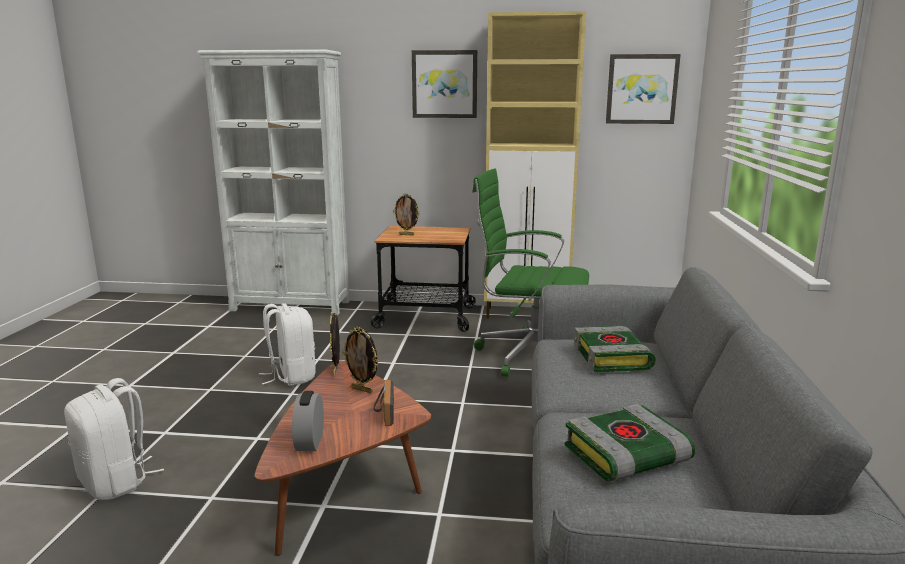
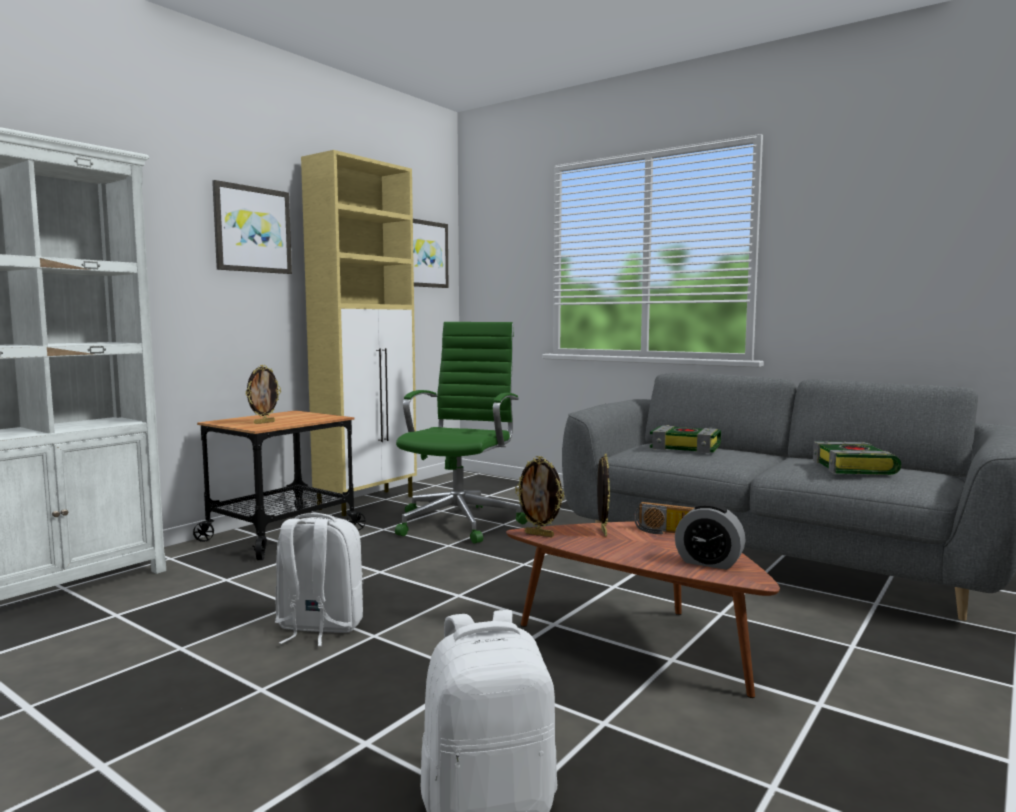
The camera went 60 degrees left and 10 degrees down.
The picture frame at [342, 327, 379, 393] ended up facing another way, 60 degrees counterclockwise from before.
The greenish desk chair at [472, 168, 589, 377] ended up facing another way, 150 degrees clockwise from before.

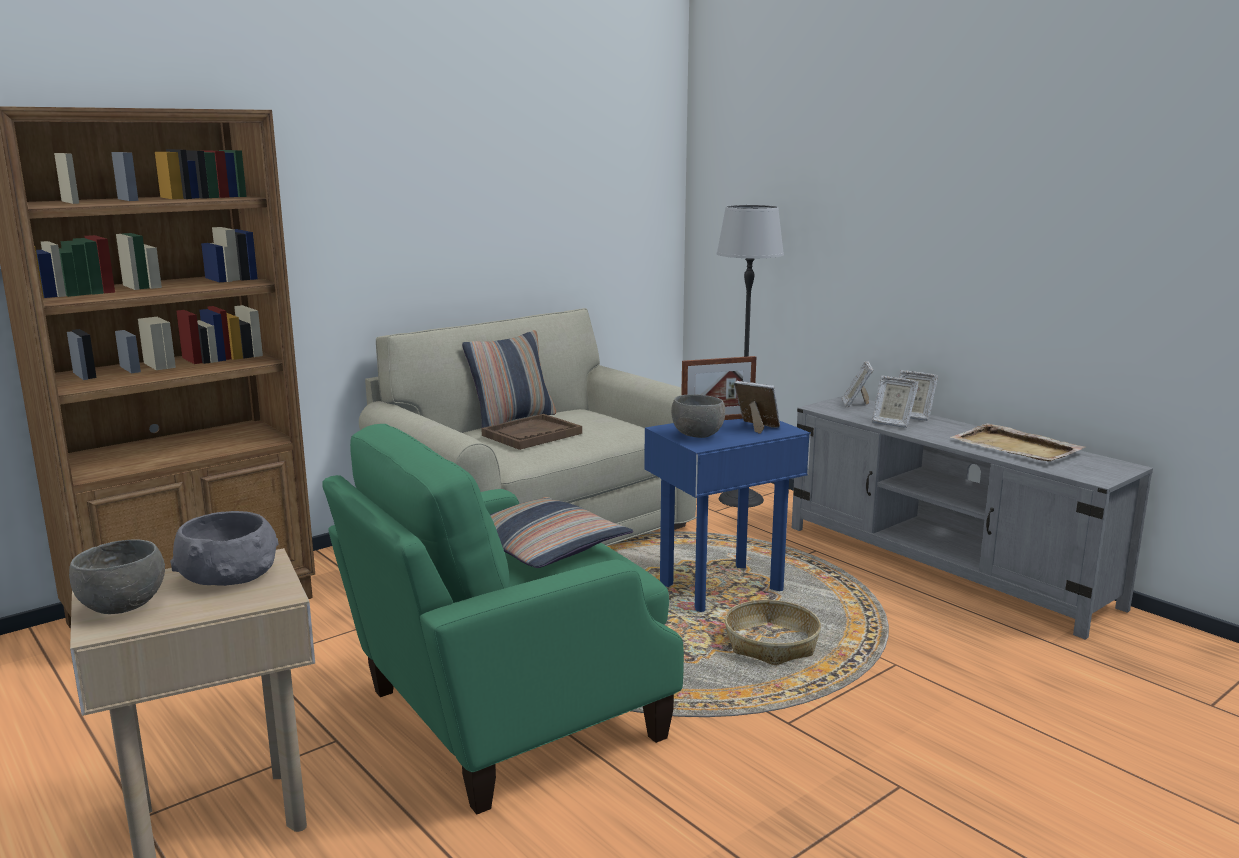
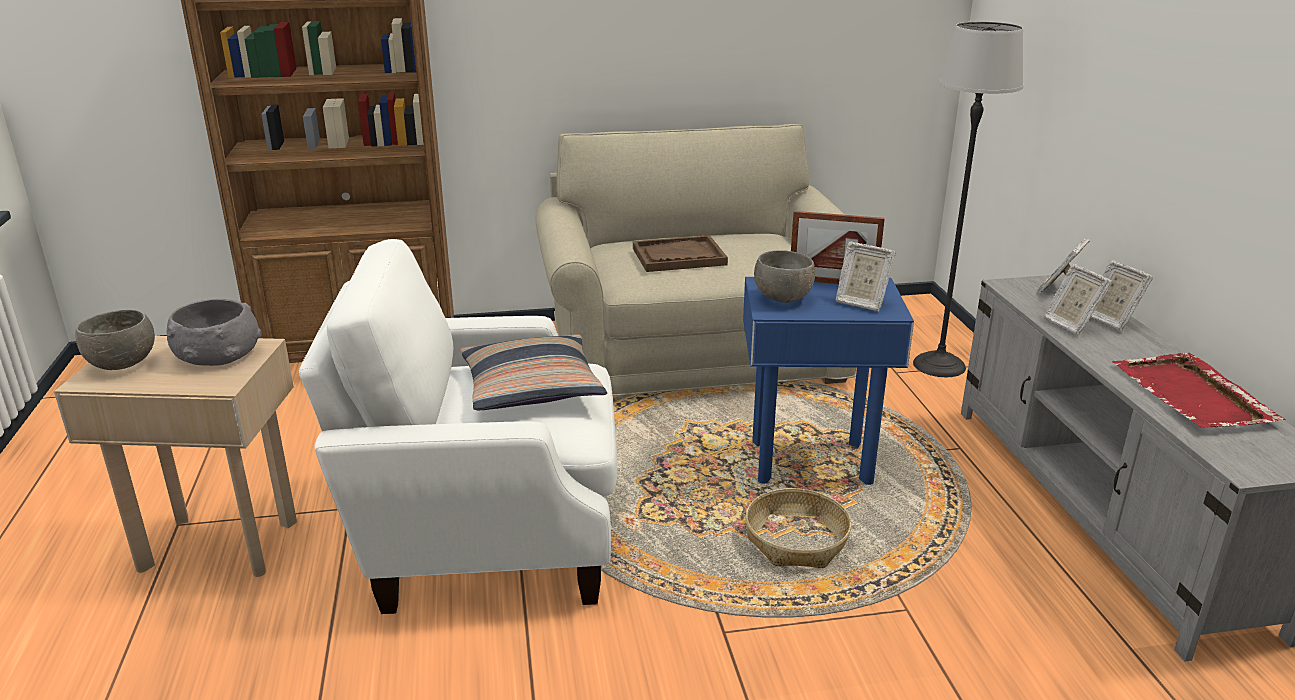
The camera went 30 degrees right and 10 degrees up.
The second view lost the cushion at [462, 330, 556, 428].
What was the greenish lounge chair at [322, 424, 684, 815] turned into the whitish lounge chair at [299, 239, 617, 614].
What was the beige-coloured serving tray at [950, 423, 1085, 462] turned into the red serving tray at [1112, 353, 1286, 428].
The picture frame at [734, 381, 780, 434] ended up facing another way, 150 degrees clockwise from before.

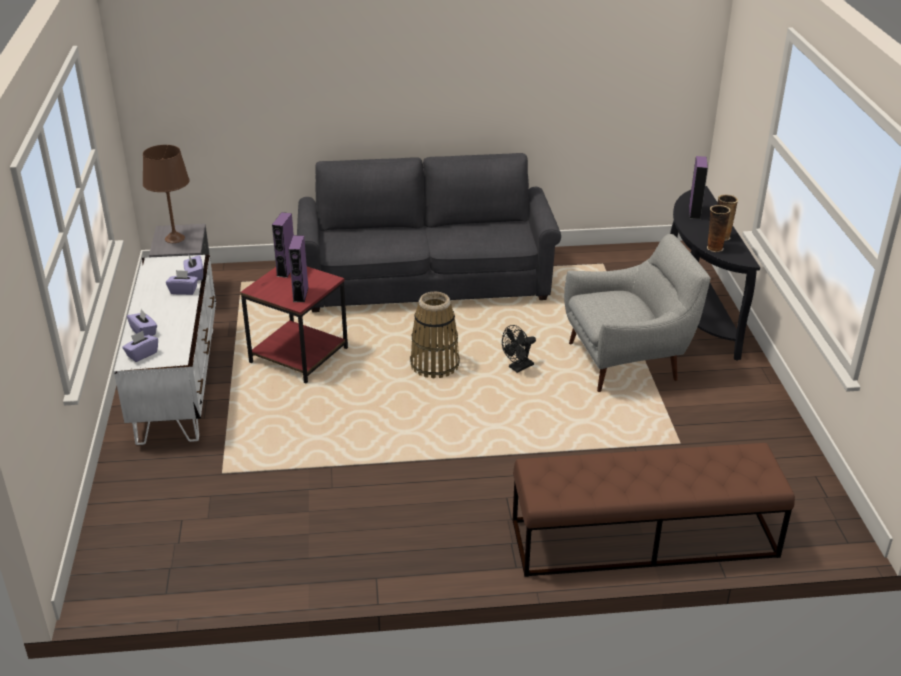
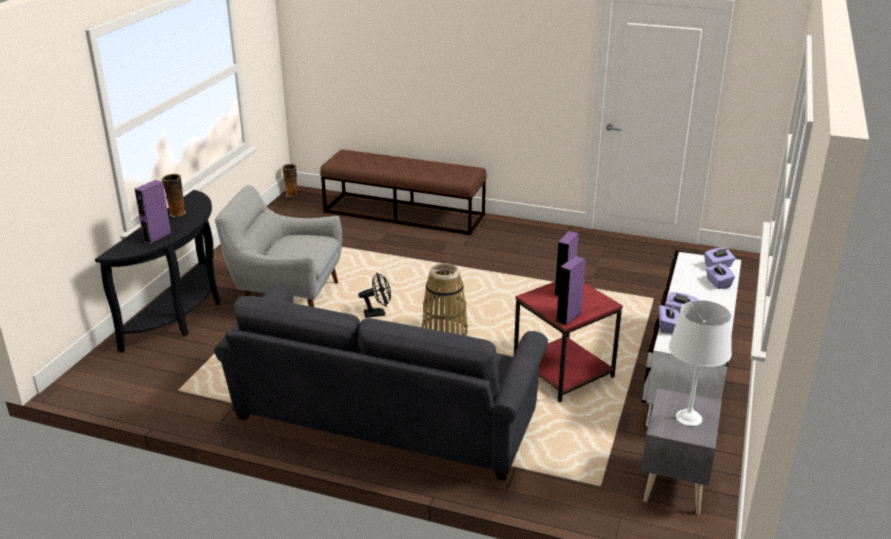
The camera went 155 degrees left and 5 degrees down.
The decorative vase ended up elsewhere, having gone from [707, 205, 730, 252] to [282, 164, 297, 197].
What was the brown-coloured lamp for a table at [143, 145, 189, 243] turned into the whitish lamp for a table at [669, 300, 732, 426].

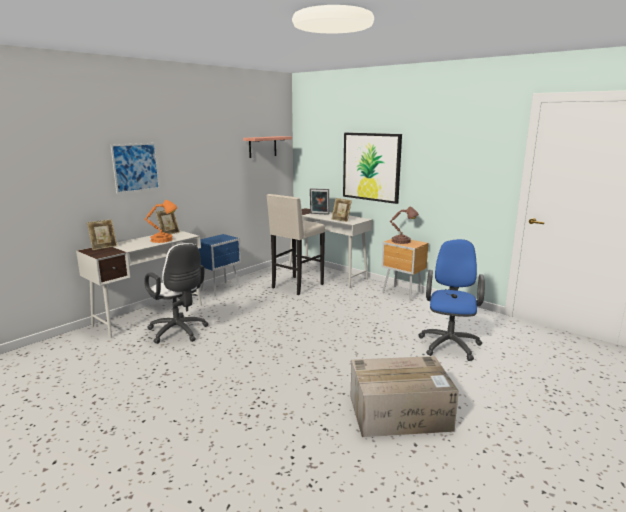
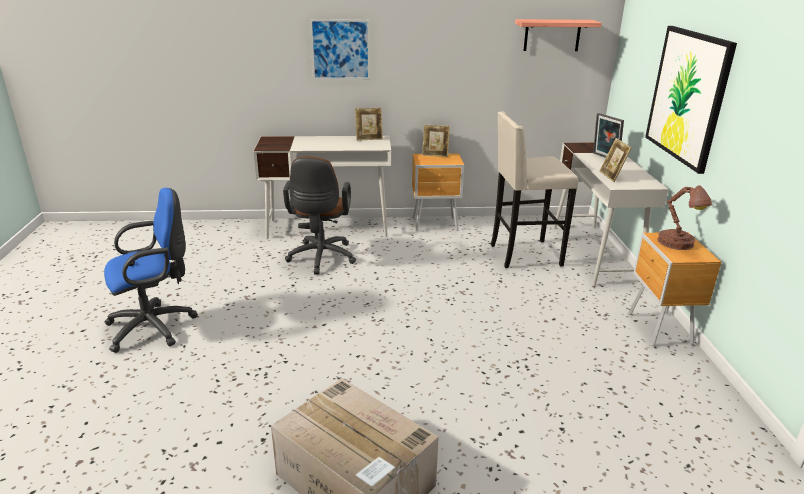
The camera went 45 degrees right and 10 degrees up.
The second view lost the orange lamp for a table at [144, 200, 177, 243].
The picture frame ended up elsewhere, having gone from [87, 219, 117, 250] to [422, 125, 450, 157].
The bluish desk chair ended up elsewhere, having gone from [418, 239, 485, 361] to [104, 188, 198, 353].
What was the whitish desk chair at [144, 243, 208, 344] turned into the brown-coloured desk chair at [283, 156, 356, 274].
What was the bluish nightstand at [199, 234, 241, 296] turned into the brown-coloured nightstand at [412, 154, 464, 231].

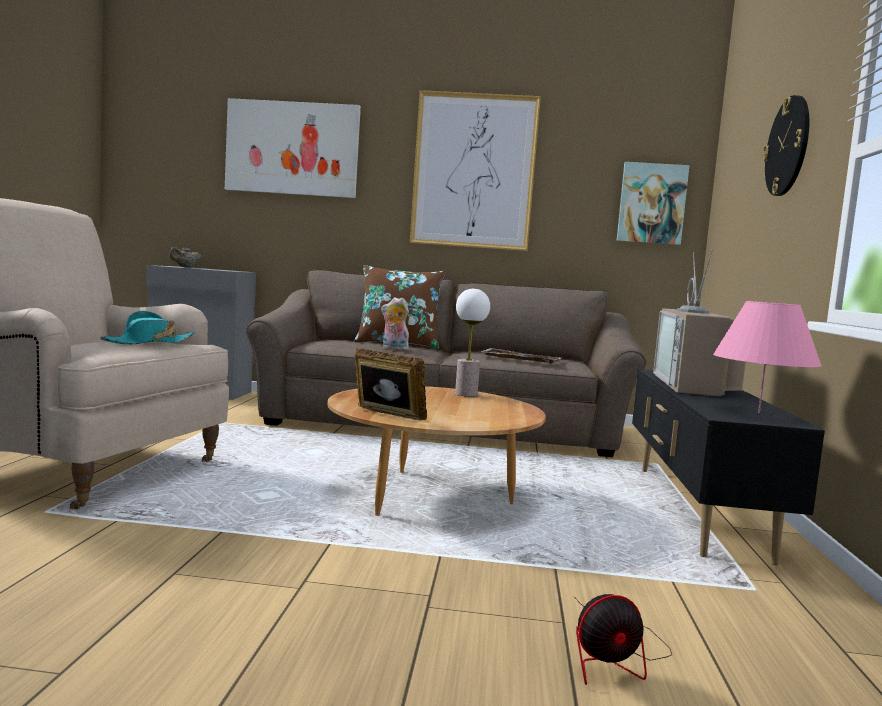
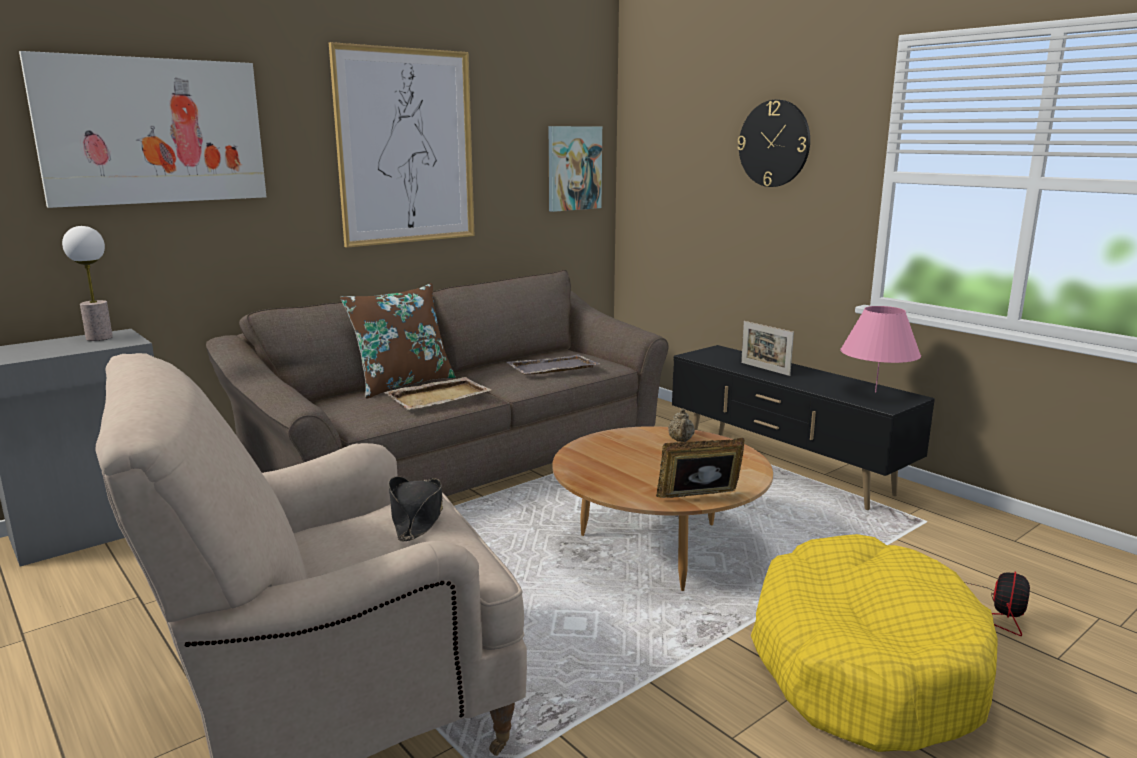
The camera went 45 degrees left and 10 degrees up.
The second view gained the yellow-coloured dog bed at [751, 534, 998, 752].
The beige-coloured tea pot ended up elsewhere, having gone from [169, 245, 201, 268] to [668, 409, 695, 442].
The lamp for a table ended up elsewhere, having gone from [455, 289, 490, 397] to [62, 226, 113, 341].
Where the cuddly toy stood at [381, 297, 409, 350], the beige-coloured serving tray came to stand at [384, 377, 491, 410].
Where the TV set stood at [653, 249, 746, 396], the picture frame came to stand at [741, 321, 794, 376].
What was the turquoise-coloured clothing hat at [100, 311, 195, 344] turned into the black-coloured clothing hat at [388, 476, 443, 541].

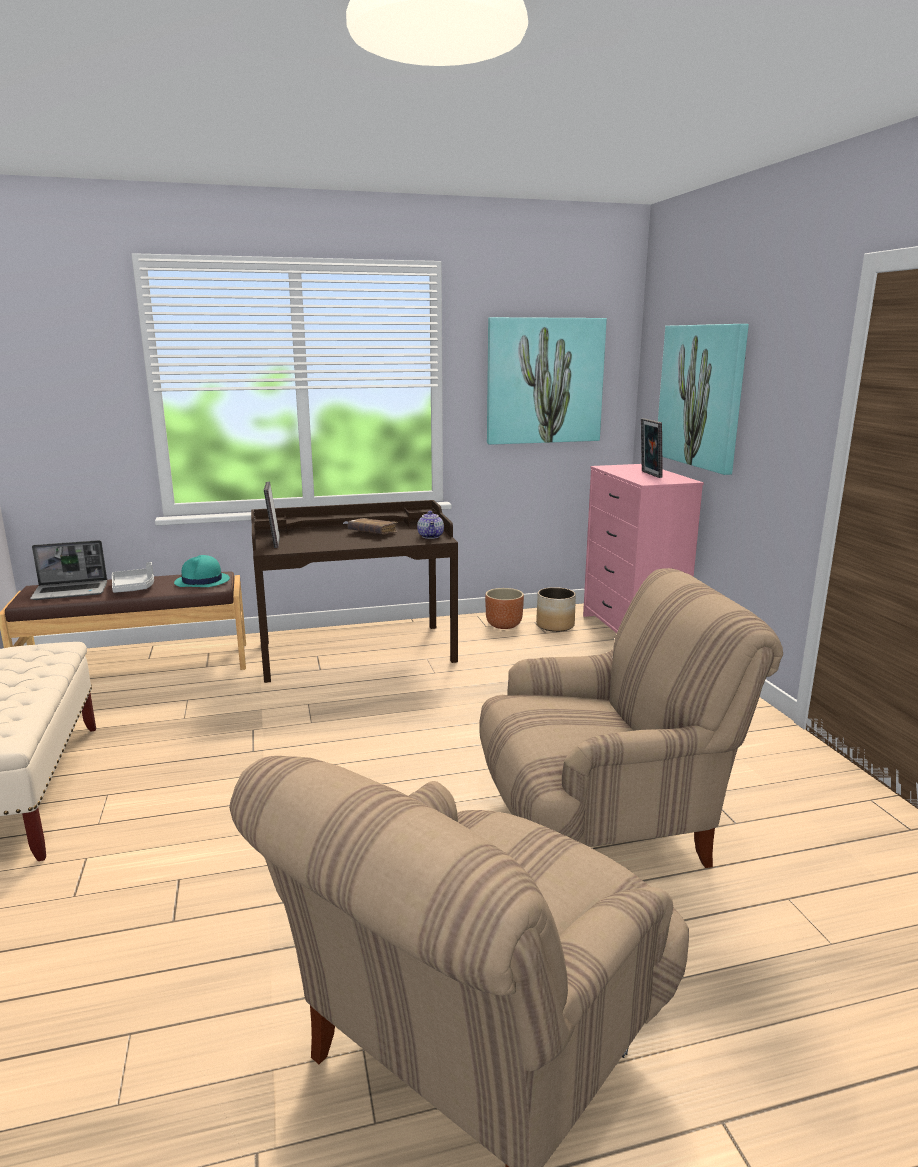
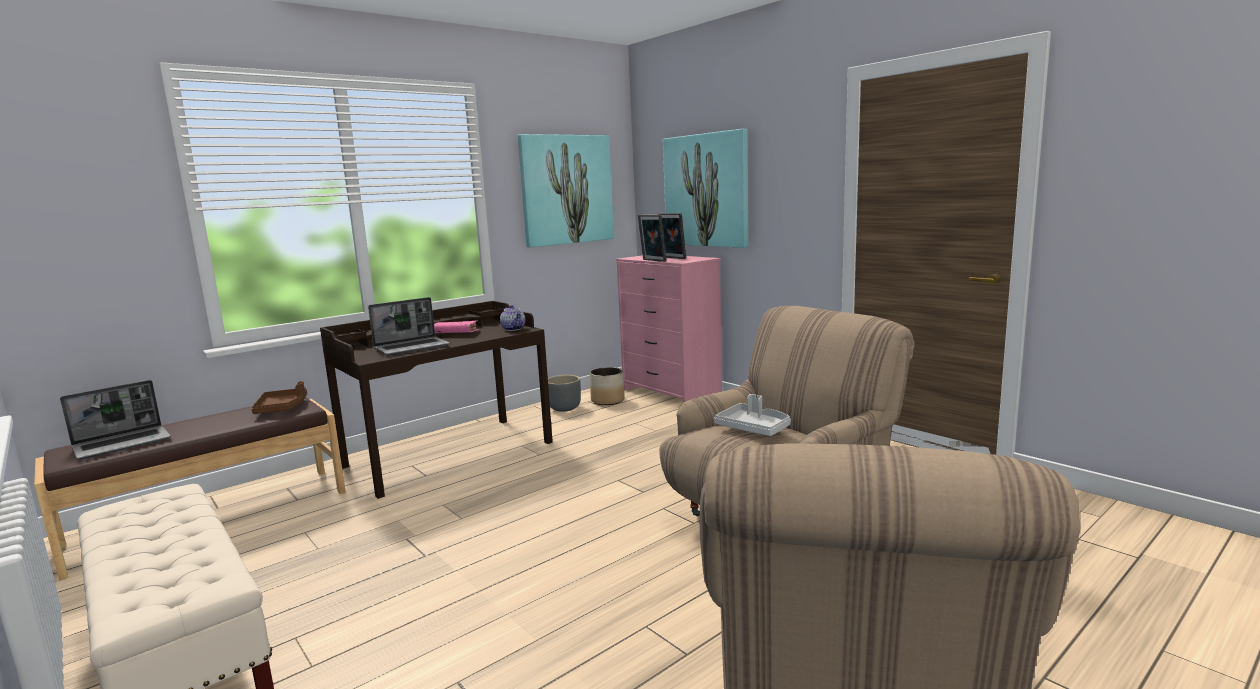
The camera went 25 degrees left and 5 degrees down.
The second view gained the laptop at [368, 297, 450, 356].
The gray serving tray ended up elsewhere, having gone from [112, 562, 154, 593] to [714, 394, 791, 436].
The picture frame ended up elsewhere, having gone from [264, 482, 280, 548] to [638, 215, 666, 262].
Where the turquoise-coloured clothing hat stood at [174, 555, 230, 587], the brown-coloured serving tray came to stand at [252, 381, 307, 414].
What was the brown-coloured book at [348, 518, 398, 534] turned into the pinkish book at [434, 320, 479, 334].
What was the brown-coloured planter at [485, 588, 524, 629] turned into the gray planter at [548, 375, 581, 412].

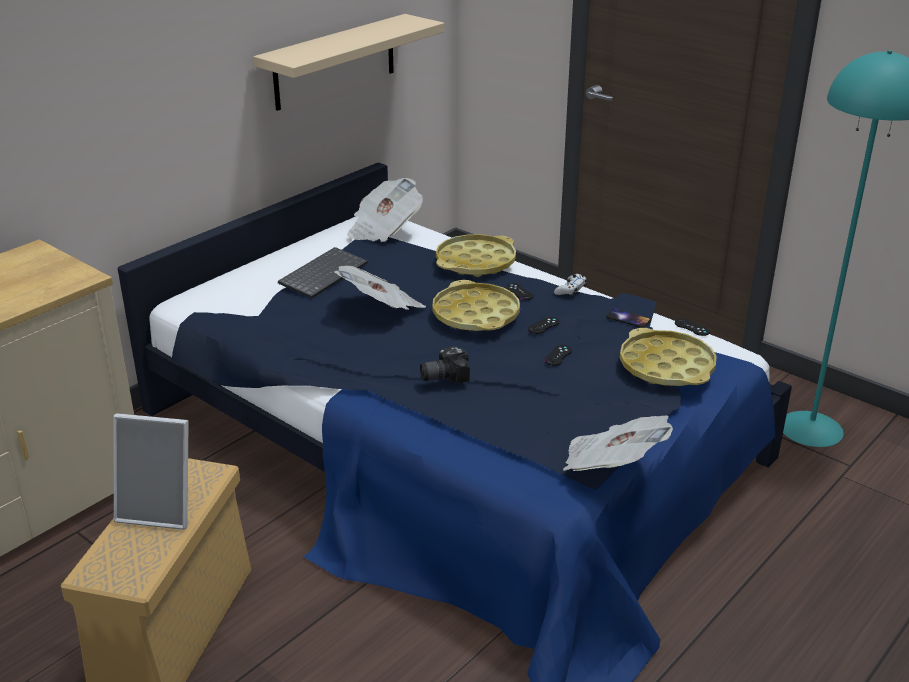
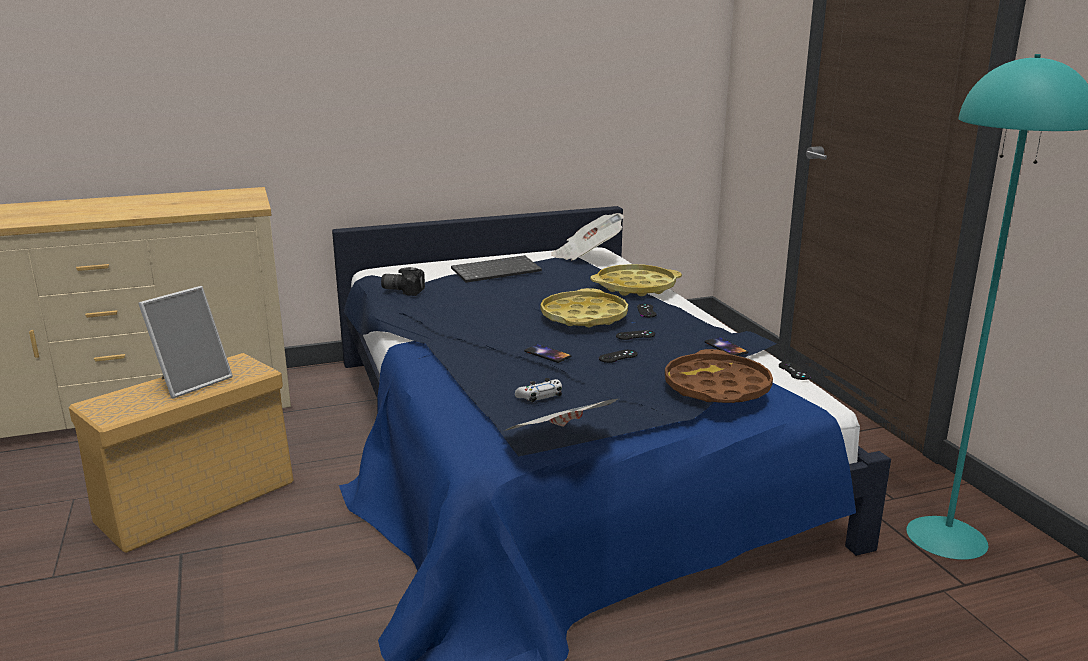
The camera went 30 degrees right and 10 degrees down.
The second view lost the beige-coloured wall shelf at [253, 14, 444, 111].
The second view lost the newspaper at [334, 266, 426, 310].
The second view gained the handset at [524, 344, 571, 363].
The still camera ended up elsewhere, having gone from [420, 346, 470, 383] to [381, 267, 425, 296].
The whitish joypad ended up elsewhere, having gone from [554, 274, 587, 296] to [515, 378, 562, 402].
What was the yellow-coloured serving tray at [620, 328, 716, 386] turned into the brown-coloured serving tray at [665, 349, 773, 403].
The picture frame at [114, 413, 189, 530] ended up facing another way, 90 degrees counterclockwise from before.

